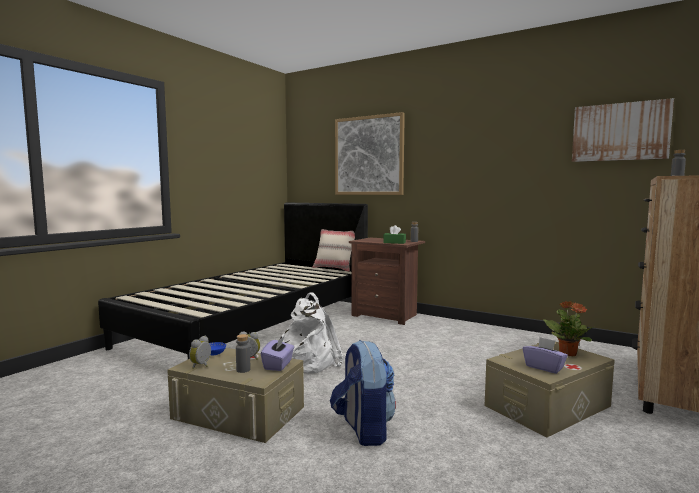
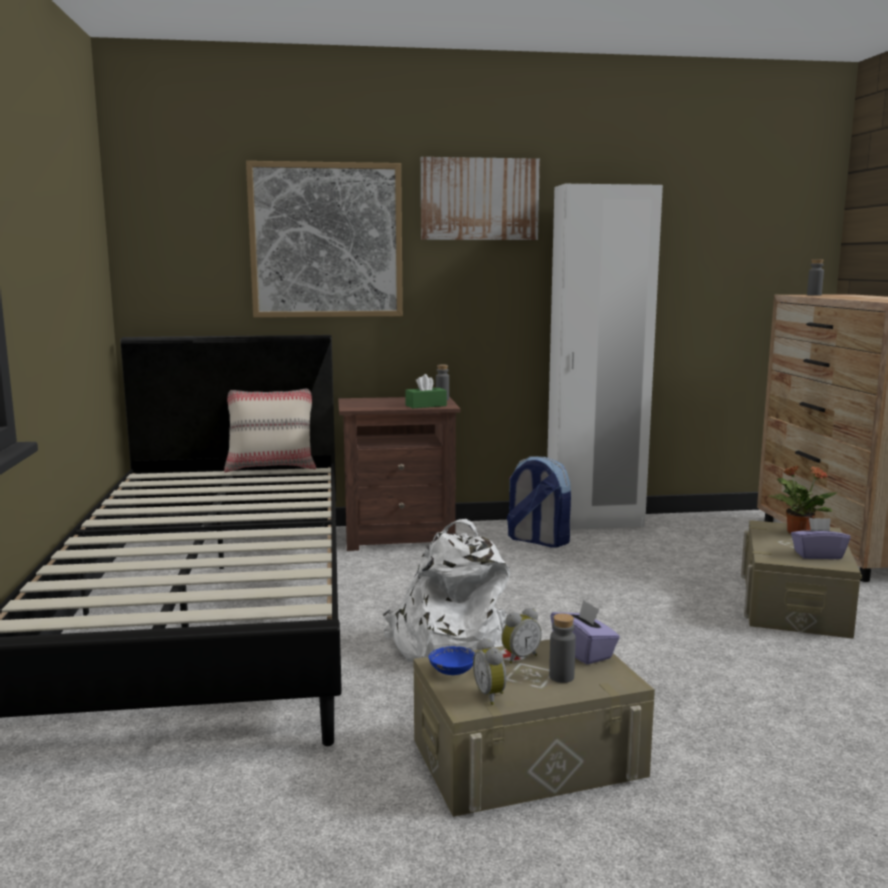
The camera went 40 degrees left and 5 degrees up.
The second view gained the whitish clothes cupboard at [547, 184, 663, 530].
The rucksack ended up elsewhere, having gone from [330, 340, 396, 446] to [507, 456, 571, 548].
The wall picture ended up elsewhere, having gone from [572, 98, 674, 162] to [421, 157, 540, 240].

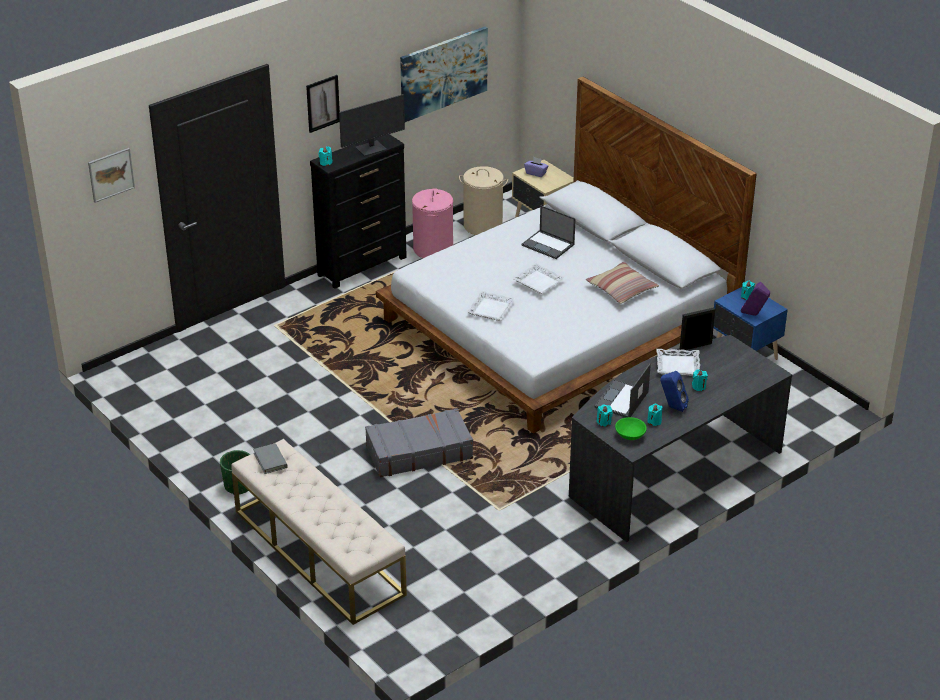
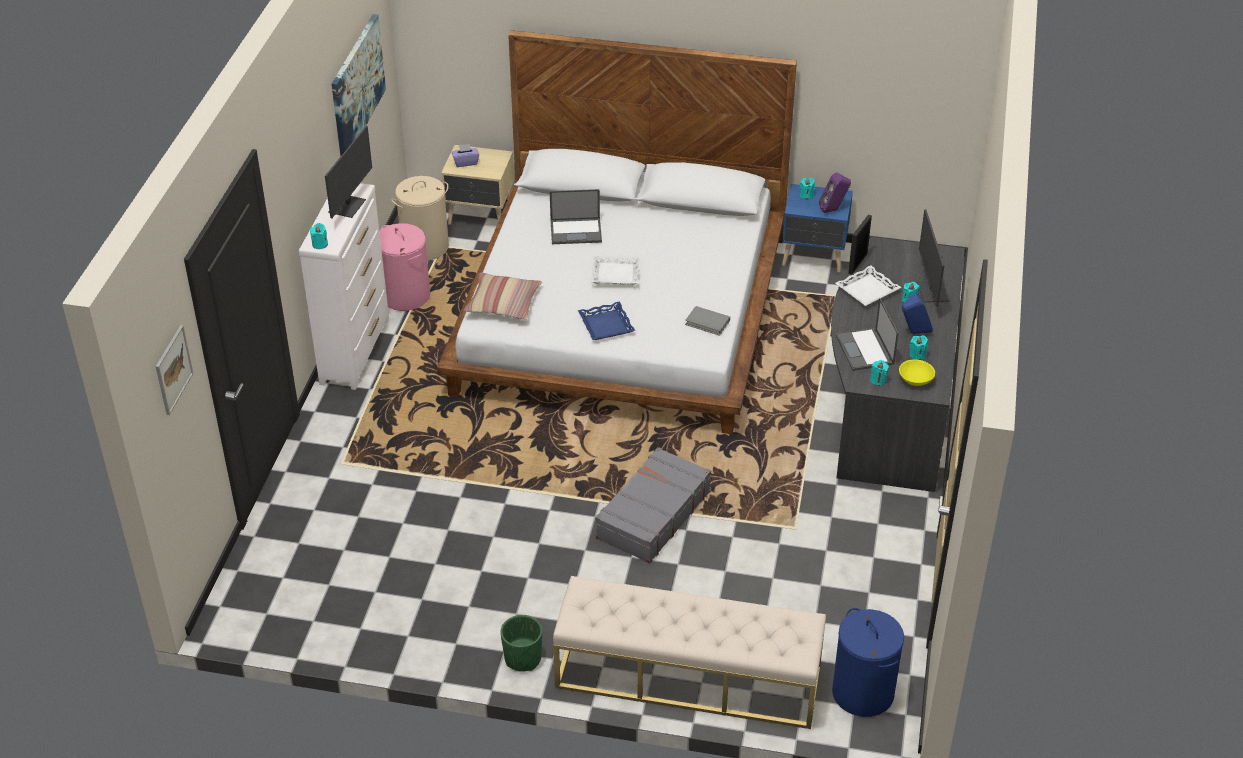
The camera went 40 degrees left and 5 degrees up.
The second view lost the wall picture at [306, 75, 340, 133].
The second view gained the bluish washing basket at [832, 608, 904, 717].
The second view gained the computer display at [917, 209, 949, 307].
The gray book ended up elsewhere, having gone from [253, 443, 288, 474] to [685, 306, 730, 336].
The cushion ended up elsewhere, having gone from [586, 262, 659, 304] to [464, 272, 542, 320].
What was the black-coloured chest of drawers at [310, 134, 407, 289] turned into the whitish chest of drawers at [299, 183, 389, 390].
What was the whitish serving tray at [467, 291, 515, 321] turned into the bluish serving tray at [578, 301, 635, 340].
What was the greenish serving bowl at [615, 417, 647, 440] turned into the yellow-coloured serving bowl at [899, 359, 935, 386].

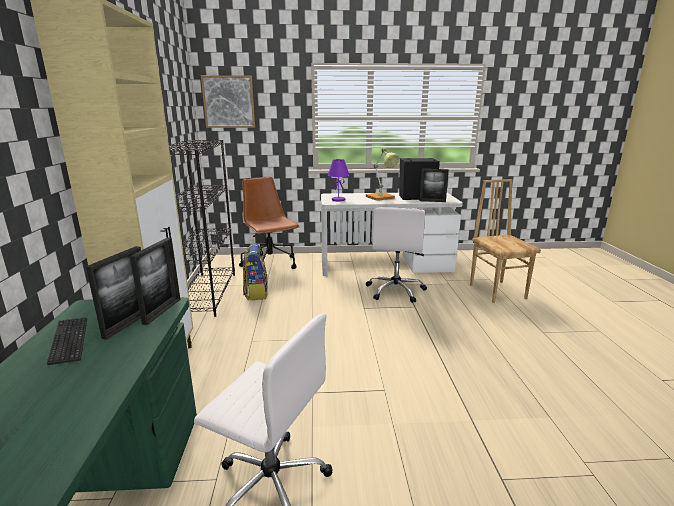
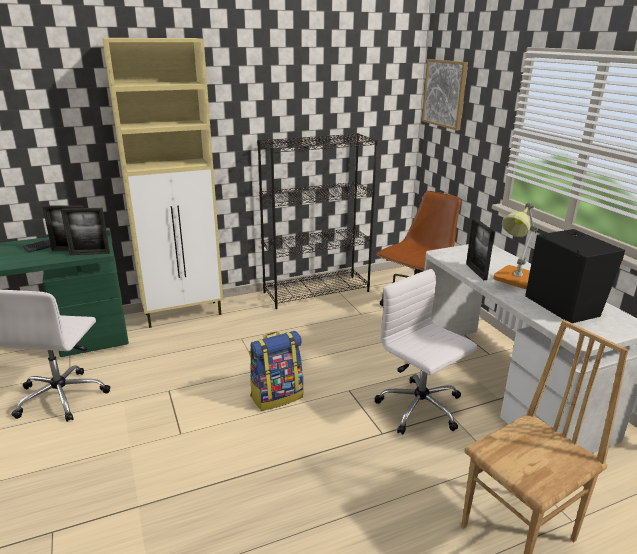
The camera went 70 degrees right and 5 degrees up.
The second view lost the purple-coloured lamp for a table at [328, 159, 350, 201].
The rucksack ended up elsewhere, having gone from [243, 243, 268, 300] to [249, 331, 303, 411].
The picture frame ended up elsewhere, having gone from [420, 169, 449, 202] to [466, 218, 495, 280].
The whitish desk chair at [366, 207, 427, 303] ended up facing another way, 60 degrees clockwise from before.

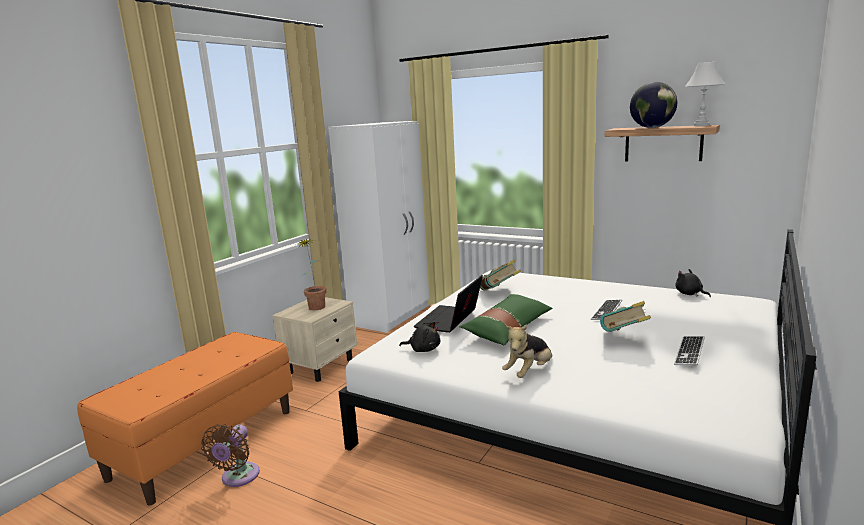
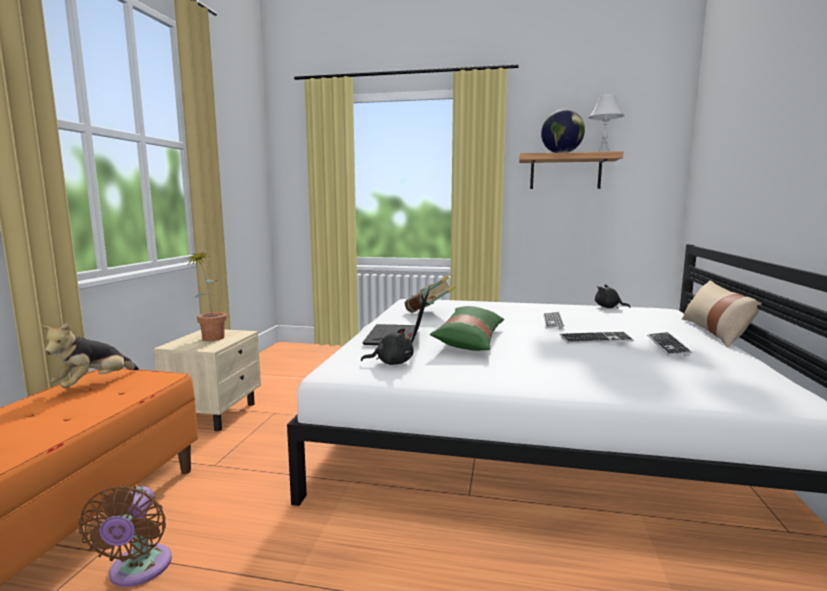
The camera went 20 degrees left and 5 degrees down.
The second view lost the whitish clothes cupboard at [328, 121, 432, 333].
The second view gained the beige-coloured cushion at [682, 280, 761, 347].
The cuddly toy ended up elsewhere, having gone from [502, 324, 552, 378] to [41, 322, 139, 388].
Where the book stood at [600, 301, 651, 332], the PC keyboard came to stand at [560, 332, 634, 344].

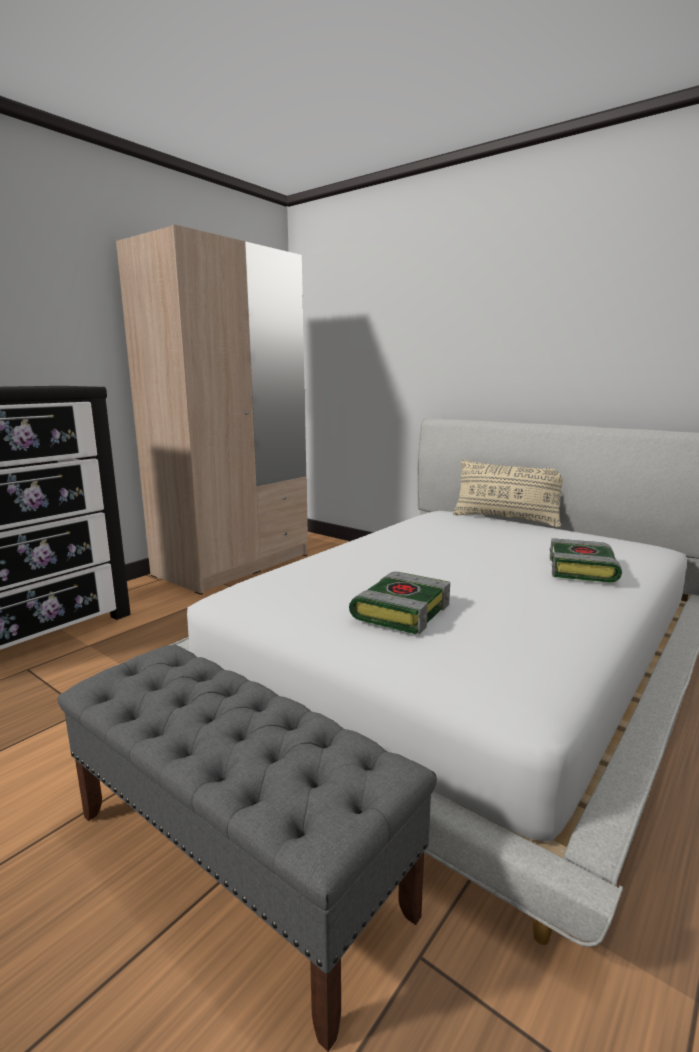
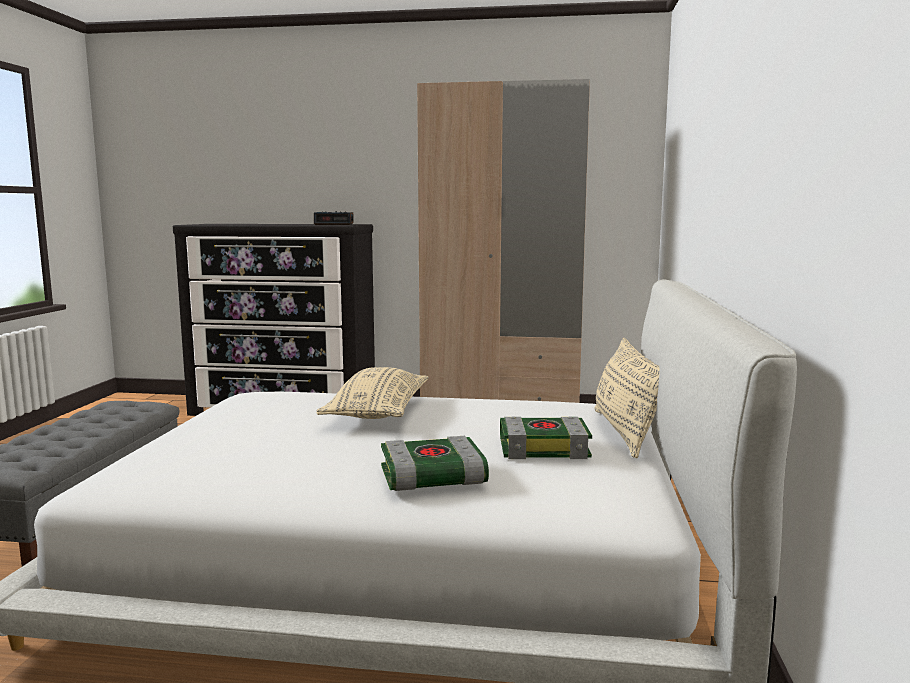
The camera went 60 degrees right and 5 degrees down.
The second view gained the bedside clock at [314, 211, 354, 225].
The second view gained the beige-coloured cushion at [316, 367, 428, 419].
The book ended up elsewhere, having gone from [349, 572, 450, 634] to [500, 416, 592, 459].

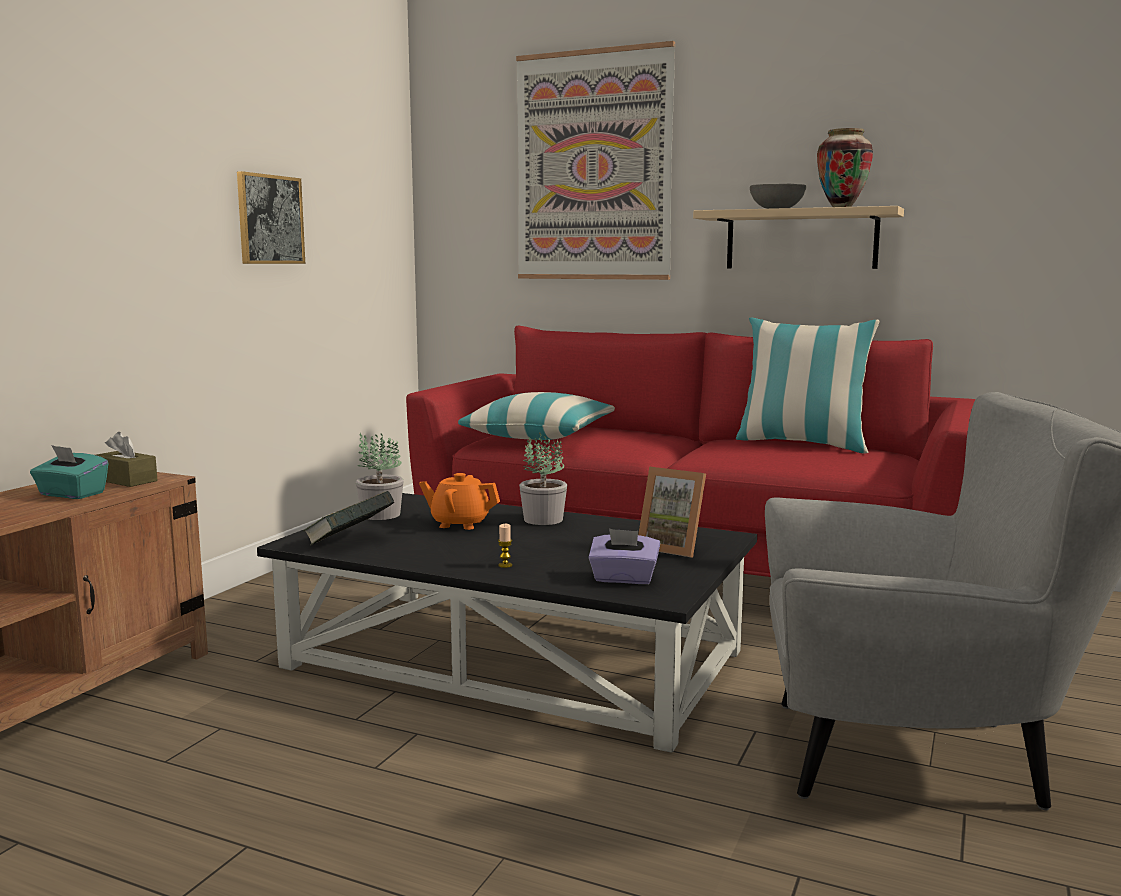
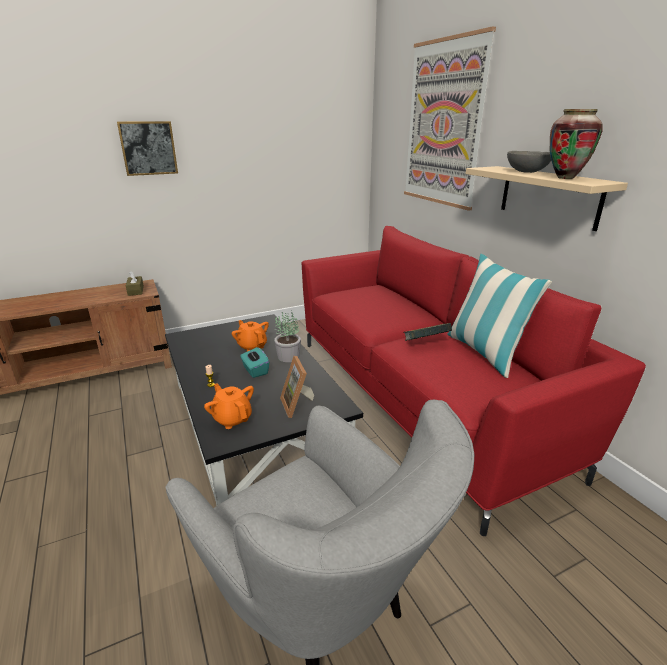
The camera went 40 degrees right and 15 degrees up.
The second view lost the plant in a pot at [356, 433, 404, 520].
The second view lost the cushion at [458, 392, 615, 440].
The turquoise-coloured tissue holder ended up elsewhere, having gone from [30, 445, 108, 499] to [240, 347, 269, 378].
The wall picture ended up elsewhere, having gone from [237, 171, 305, 264] to [117, 121, 178, 176].
The book ended up elsewhere, having gone from [303, 491, 394, 546] to [403, 323, 452, 341].
Where the purple-coloured tissue holder stood at [588, 529, 660, 584], the orange tea pot came to stand at [204, 383, 254, 429].

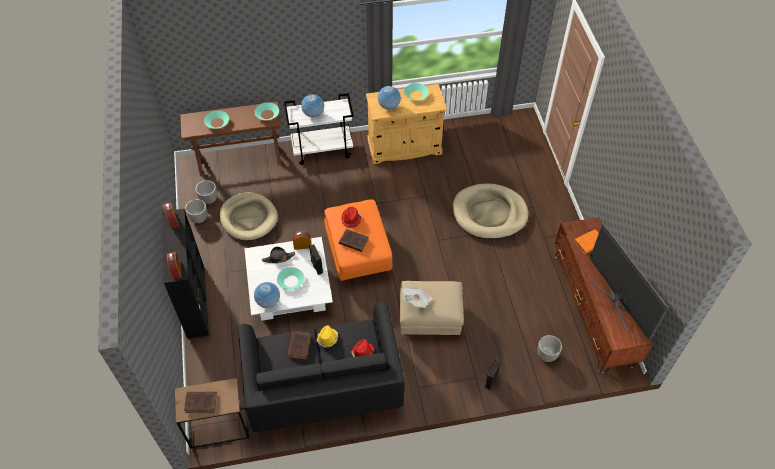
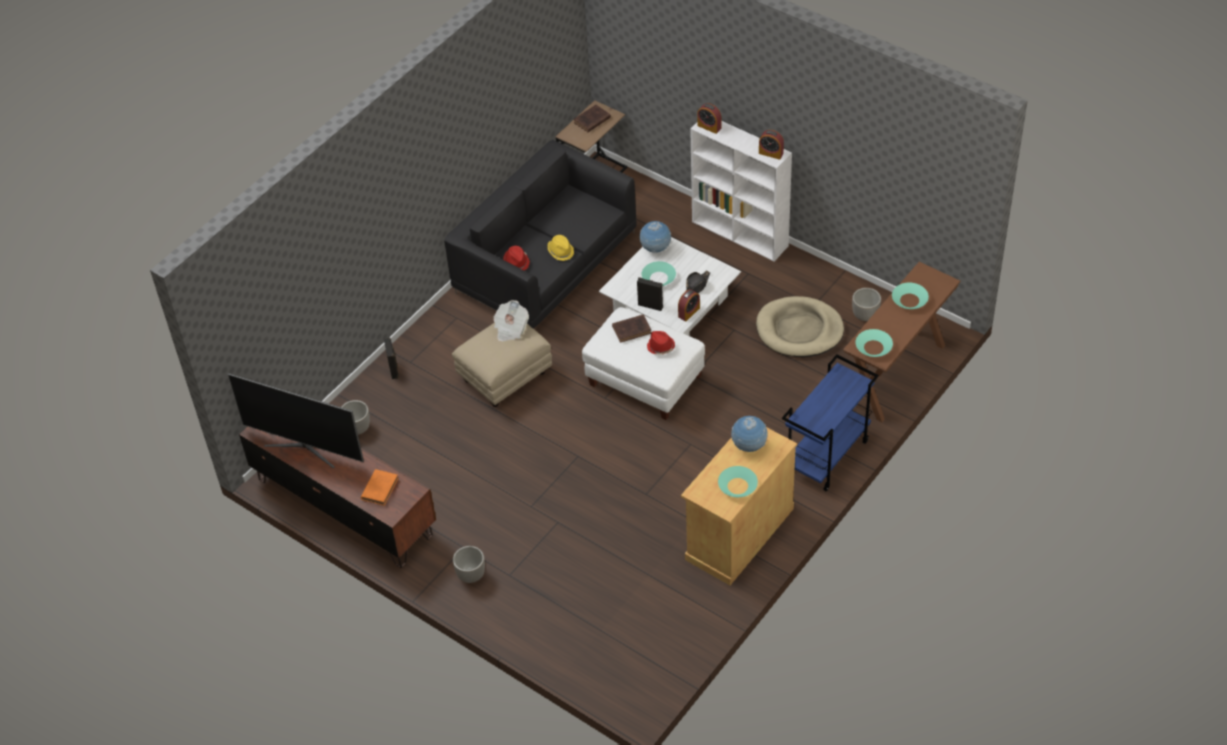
The camera went 140 degrees right and 5 degrees down.
The second view lost the brown-coloured book at [287, 331, 311, 359].
The second view lost the globe at [301, 94, 324, 117].
The second view lost the beige-coloured dog bed at [452, 183, 528, 239].
The planter ended up elsewhere, having gone from [185, 199, 207, 223] to [453, 546, 485, 583].
What was the black-coloured bookcase at [162, 209, 209, 339] turned into the whitish bookcase at [690, 121, 792, 261].
What was the whitish wheeled cart at [284, 93, 354, 165] turned into the bluish wheeled cart at [782, 354, 879, 491].
What was the orange pouffe at [324, 199, 392, 284] turned into the whitish pouffe at [582, 307, 705, 420].

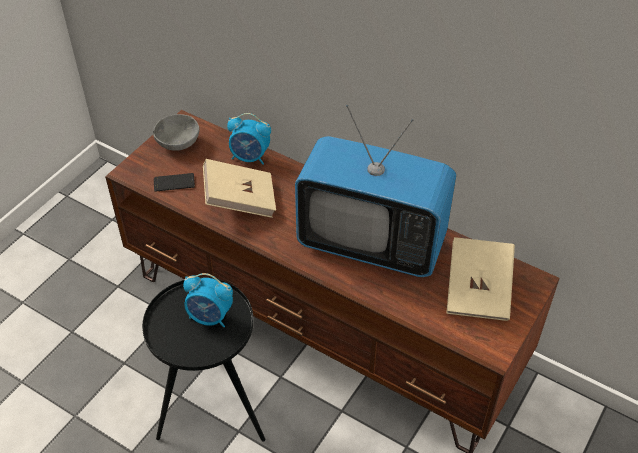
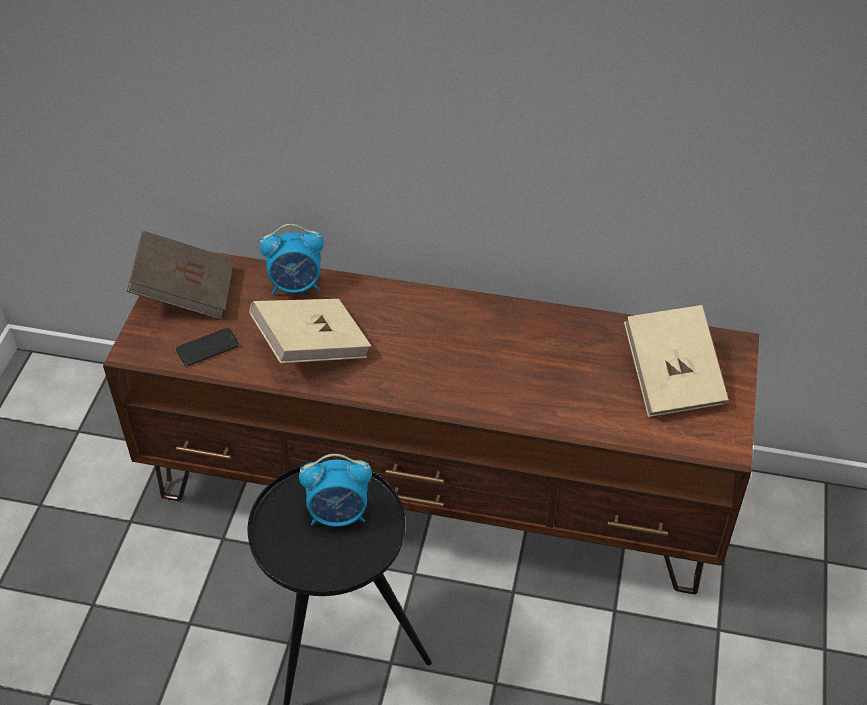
The camera went 20 degrees left and 0 degrees up.
The second view lost the TV set at [295, 104, 456, 277].
Where the gray serving bowl stood at [153, 114, 200, 151], the brown-coloured book came to stand at [127, 231, 234, 320].

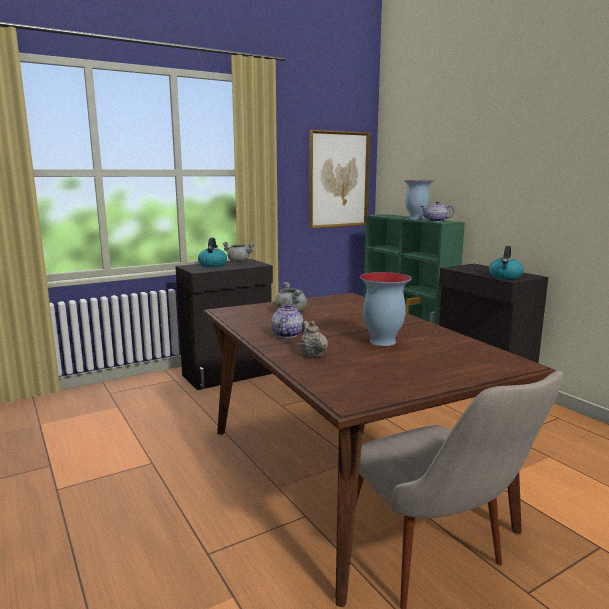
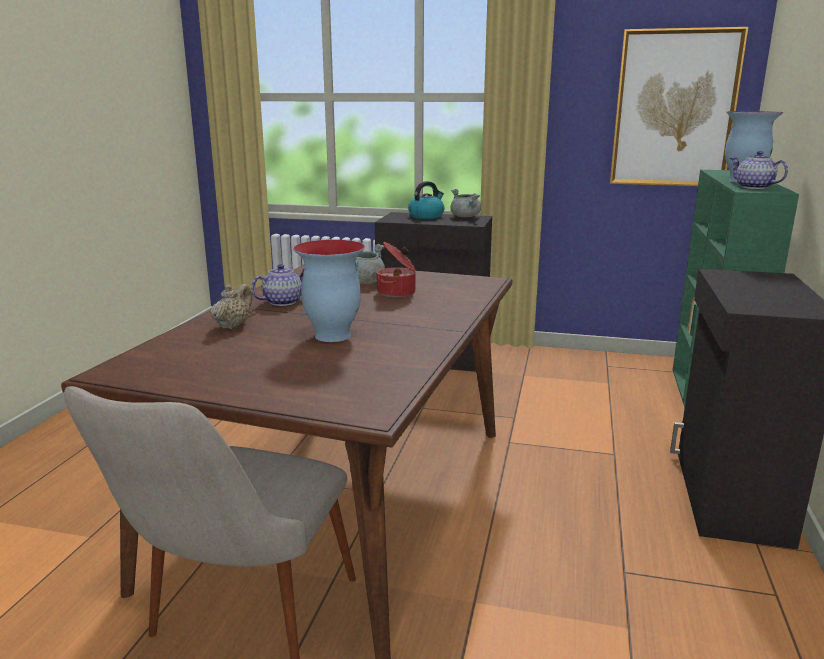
The camera went 45 degrees right and 5 degrees up.
The second view lost the tea kettle at [489, 246, 523, 279].
The second view gained the stockpot at [376, 242, 416, 297].

